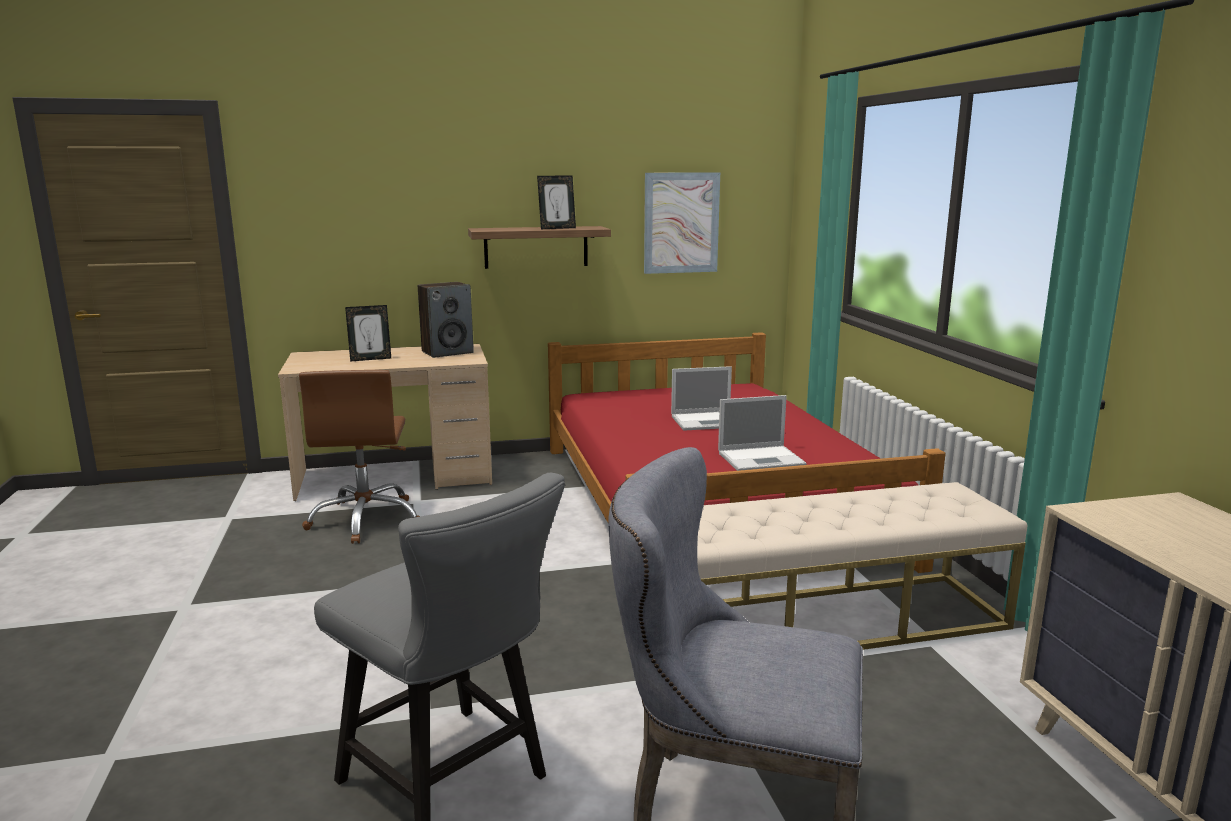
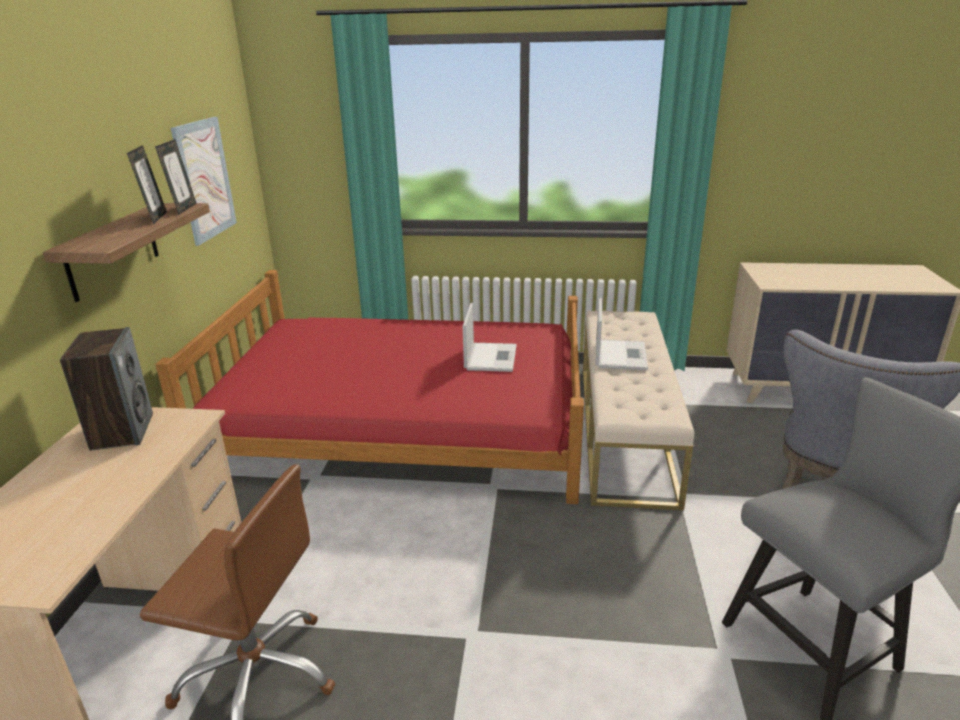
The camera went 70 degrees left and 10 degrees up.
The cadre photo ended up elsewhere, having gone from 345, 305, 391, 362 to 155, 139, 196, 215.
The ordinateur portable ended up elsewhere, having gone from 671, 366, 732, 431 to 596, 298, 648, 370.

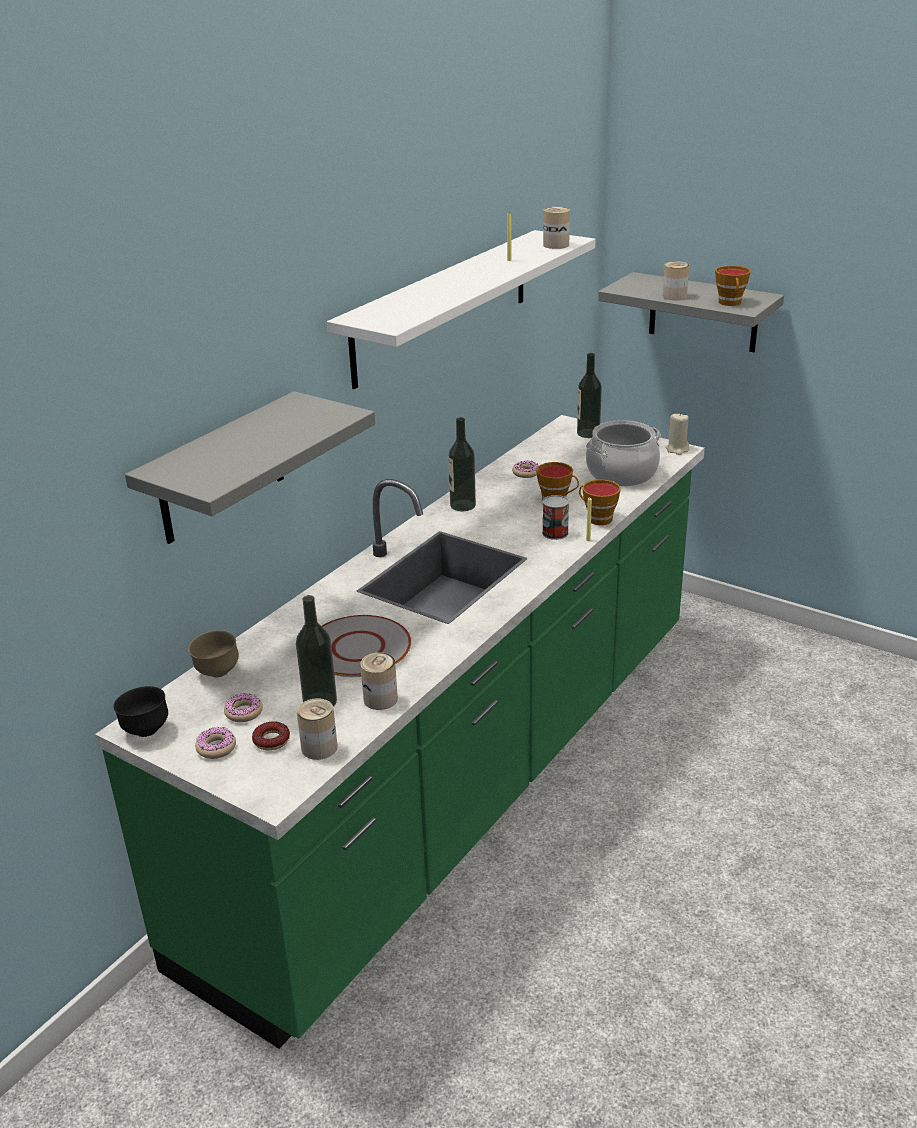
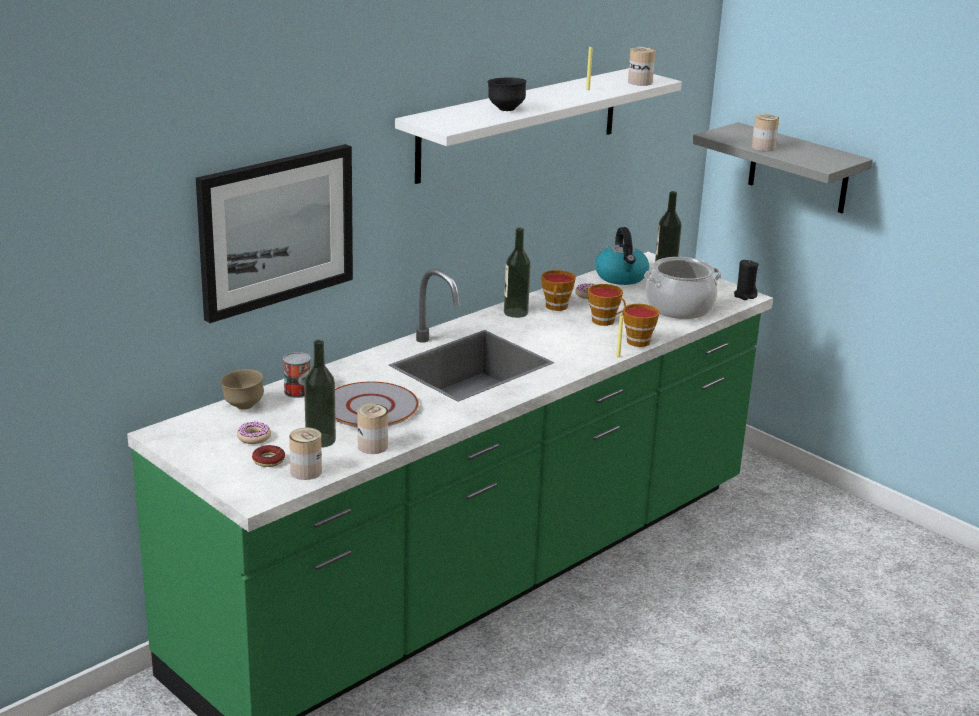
The camera went 10 degrees right and 5 degrees down.
Where the étagère (gris) hung at 125, 391, 375, 544, the tableau came to hang at 196, 144, 353, 323.
The boîte métallique ended up elsewhere, having gone from 542, 495, 569, 540 to 283, 352, 311, 398.
The bol (noir) ended up elsewhere, having gone from 113, 686, 168, 737 to 488, 78, 526, 111.
The tasse ended up elsewhere, having gone from 715, 265, 751, 306 to 541, 270, 576, 311.
The second view gained the bouilloire at 595, 227, 649, 285.
What was the bougie (beige) at 666, 413, 690, 455 turned into the bougie (noir) at 734, 259, 758, 300.
The second view lost the beignet at 195, 727, 236, 759.

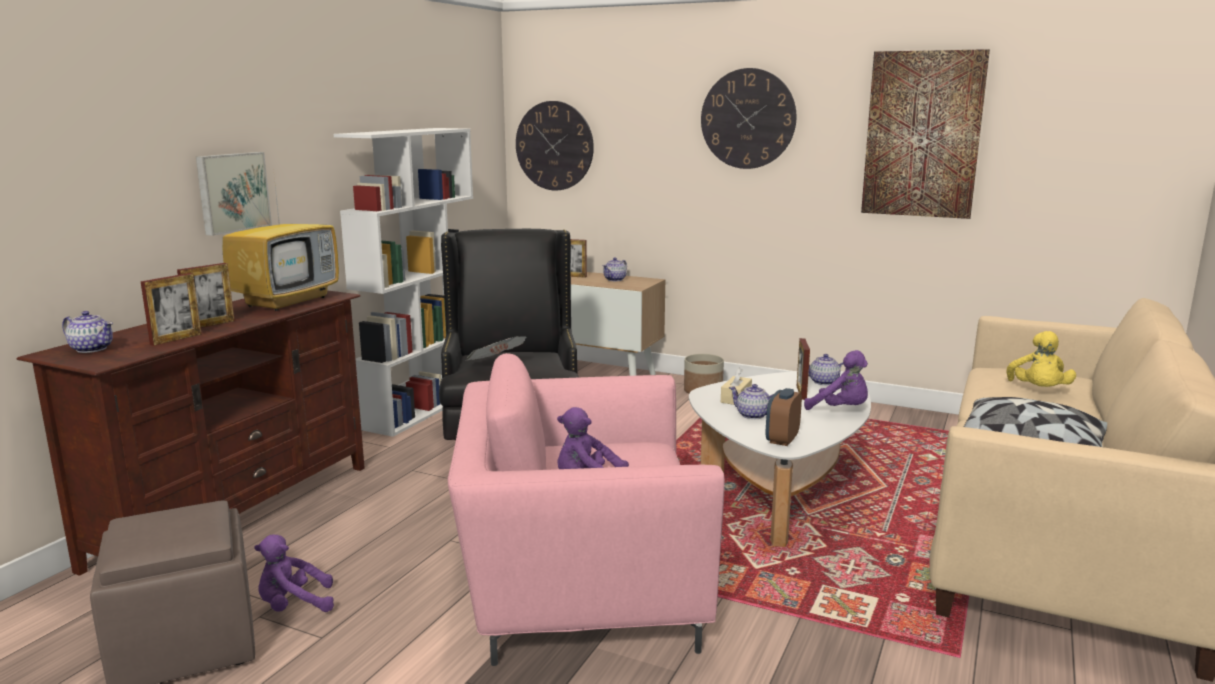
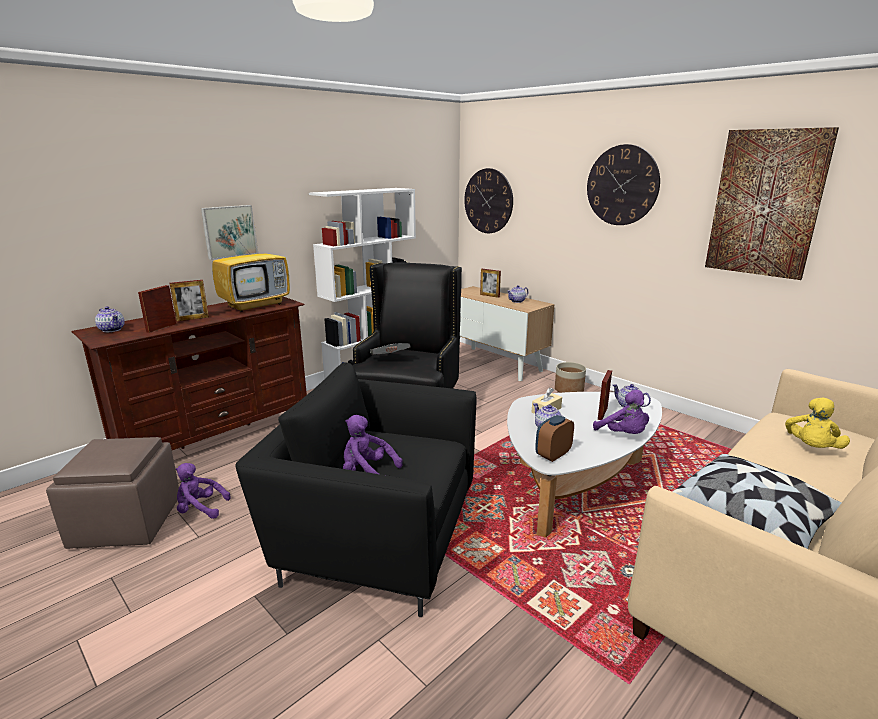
The camera went 20 degrees right and 5 degrees up.
The cadre photo at 140, 273, 201, 346 ended up facing another way, 150 degrees clockwise from before.
What was the fauteuil (rose) at 448, 353, 725, 666 turned into the fauteuil (noir) at 235, 362, 476, 617.

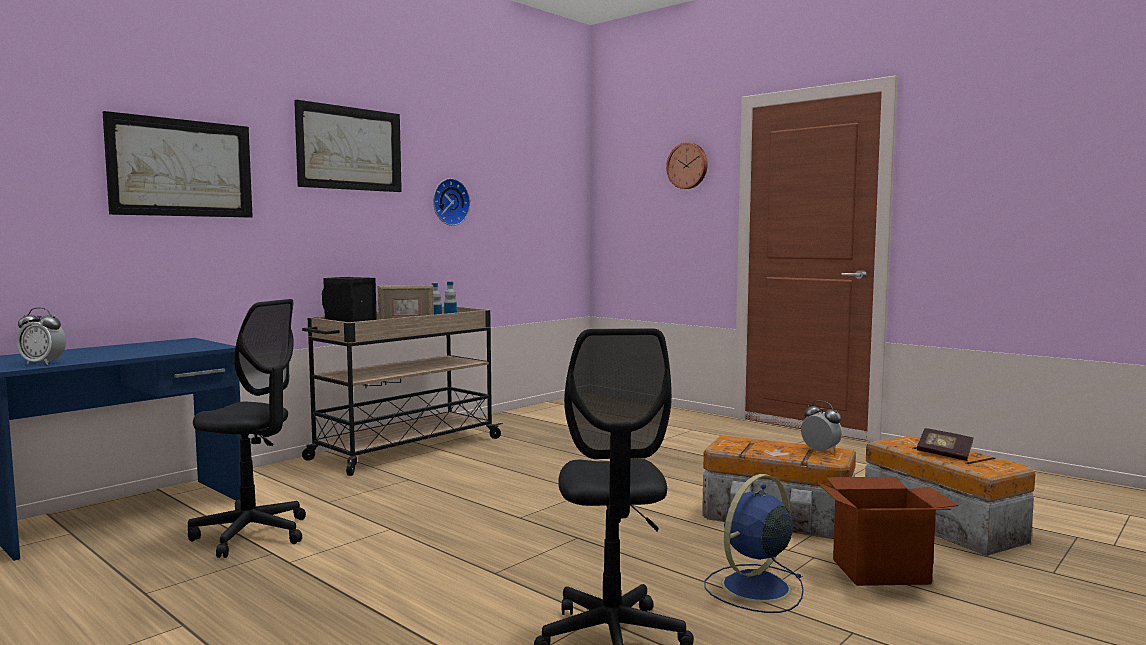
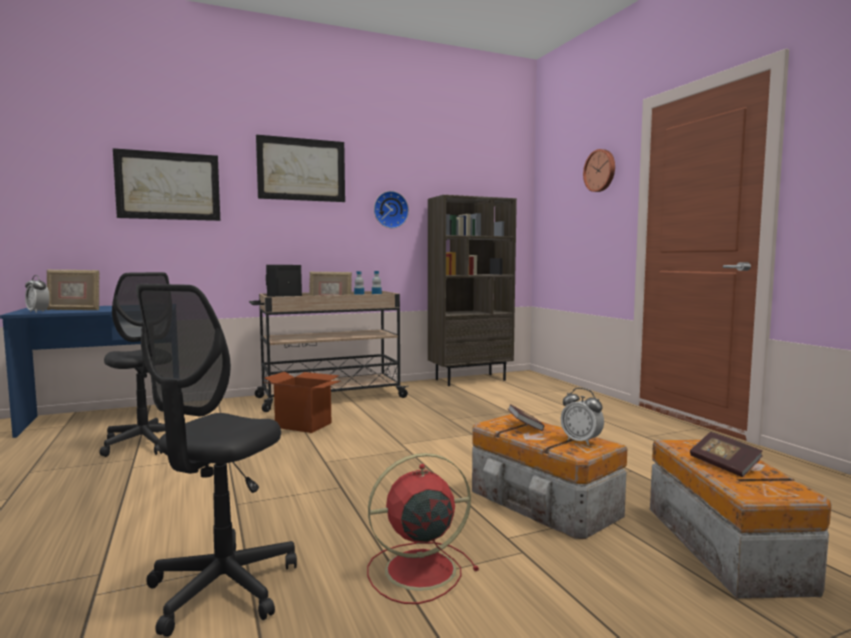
The camera went 25 degrees right and 0 degrees up.
The second view gained the cadre photo at 47, 269, 99, 310.
The carton ended up elsewhere, having gone from 816, 477, 959, 586 to 264, 372, 340, 433.
What was the ventilateur (bleu) at 704, 474, 804, 613 turned into the ventilateur (rouge) at 367, 453, 479, 604.
The second view gained the bibliothèque (marron) at 428, 195, 517, 386.
The second view gained the livre at 508, 404, 544, 431.
The réveil at 801, 401, 842, 453 ended up facing another way, 150 degrees clockwise from before.

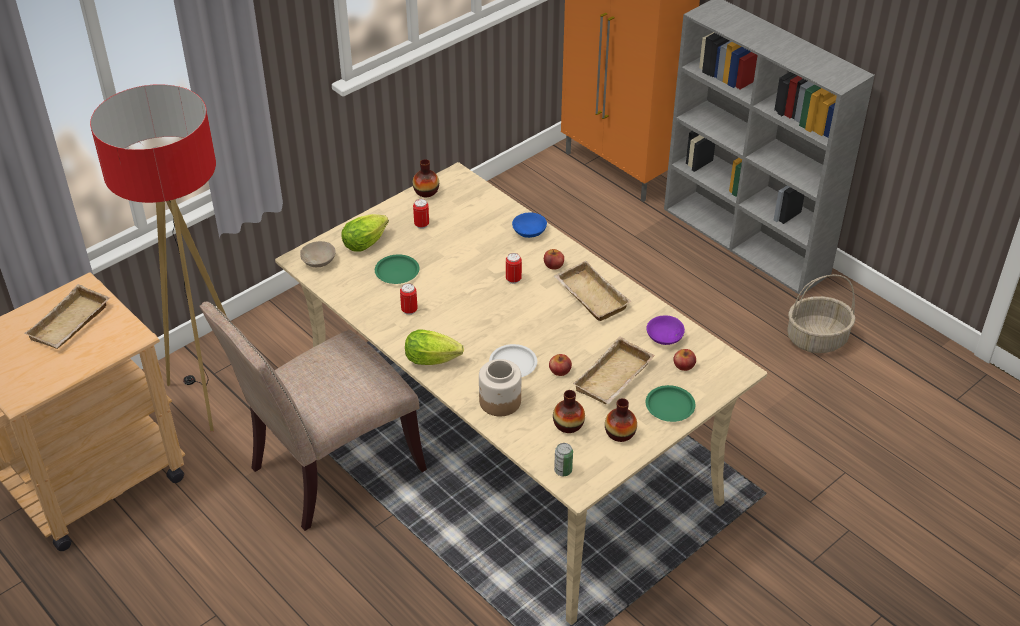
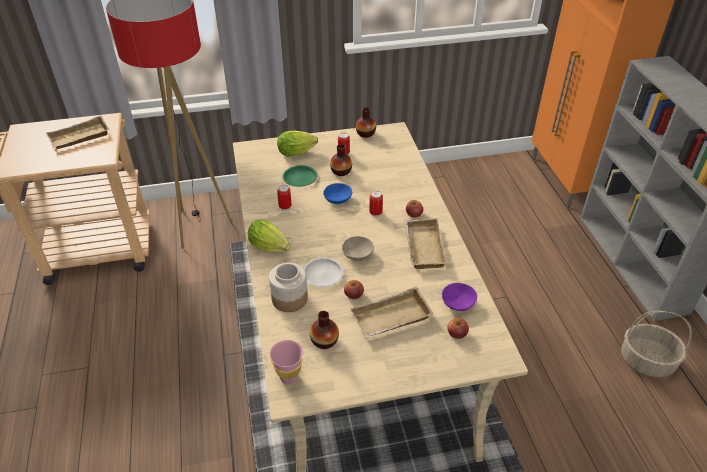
The camera went 30 degrees right and 0 degrees up.
Where the boîte métallique stood at 554, 443, 573, 476, the tasse (rose) came to stand at 270, 340, 303, 384.
The bol (bleu) ended up elsewhere, having gone from 512, 213, 547, 238 to 323, 183, 352, 204.
The vase ended up elsewhere, having gone from 605, 398, 637, 442 to 330, 144, 352, 176.
The bol (beige) ended up elsewhere, having gone from 300, 241, 336, 267 to 342, 236, 374, 261.
The second view lost the chaise (beige) at 199, 301, 427, 531.
The second view lost the assiette (vert) at 646, 385, 696, 422.

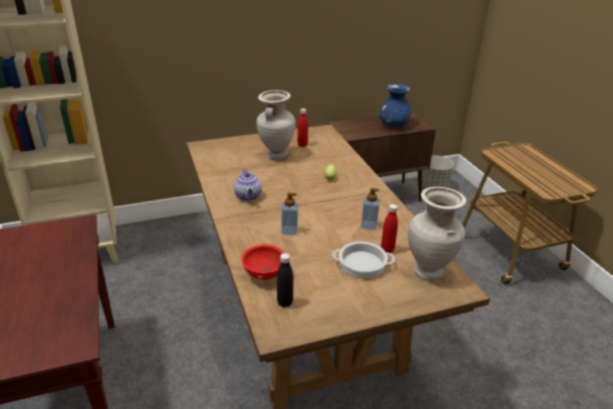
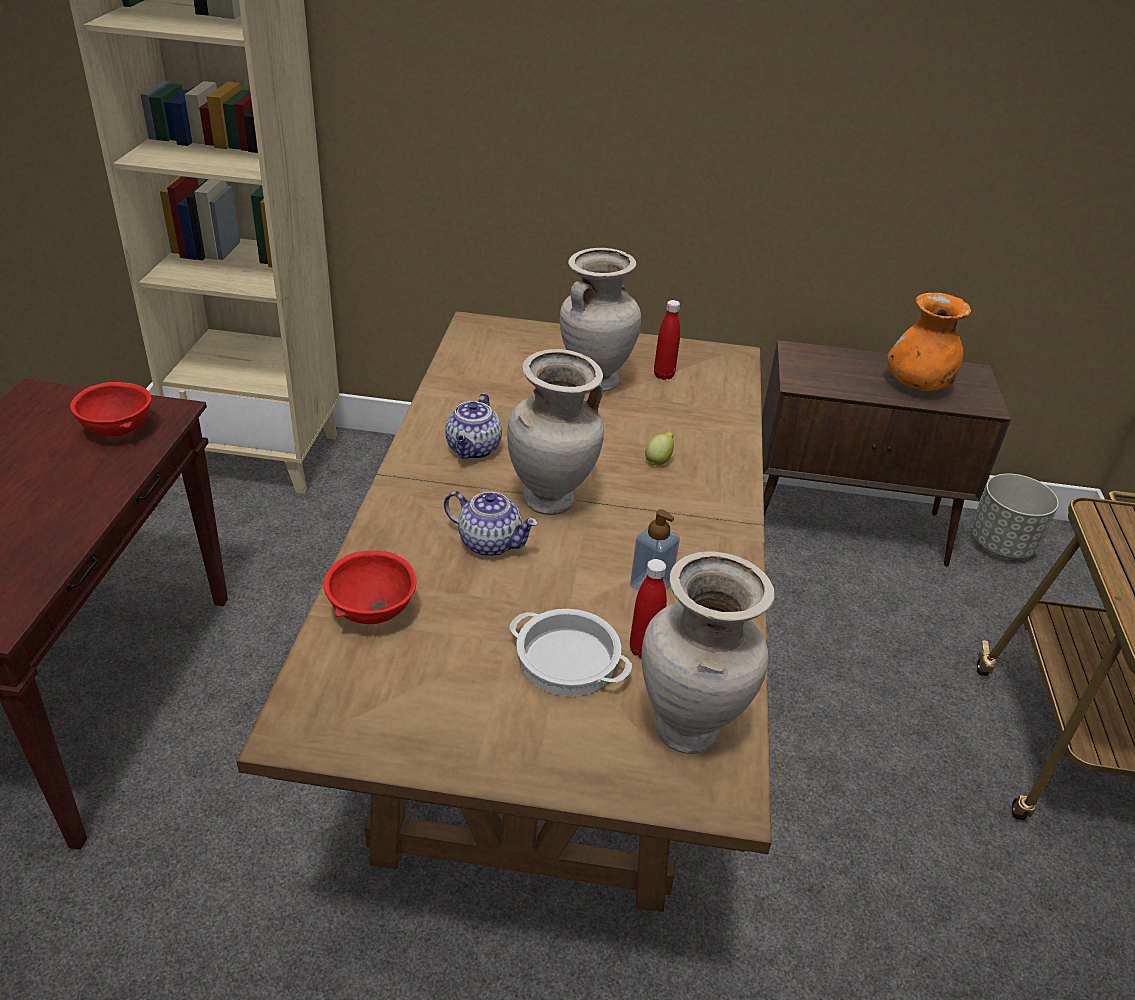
The camera went 25 degrees right and 5 degrees up.
The second view gained the bol (rouge) at 70, 382, 152, 437.
Where the distributeur de savon stood at 281, 192, 298, 235, the théière came to stand at 444, 491, 538, 557.
The second view gained the vase (beige) at 507, 349, 604, 515.
What was the vase (bleu) at 379, 84, 411, 127 turned into the vase (orange) at 887, 293, 971, 391.
The second view lost the bouteille (noir) at 277, 253, 293, 307.

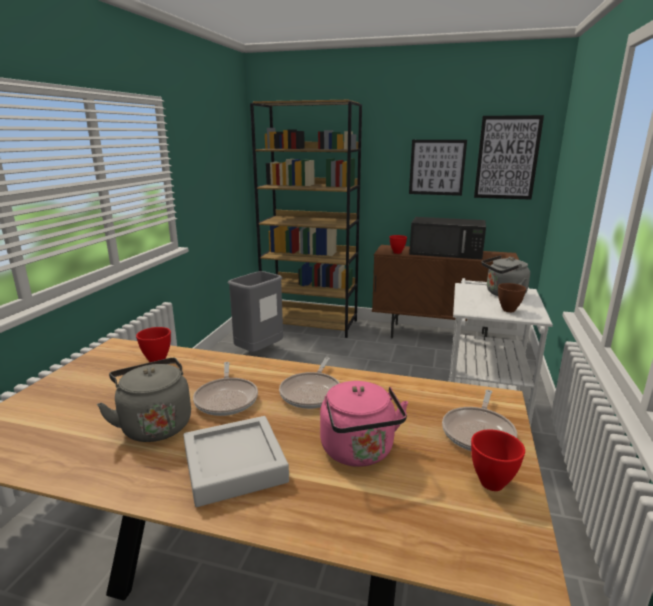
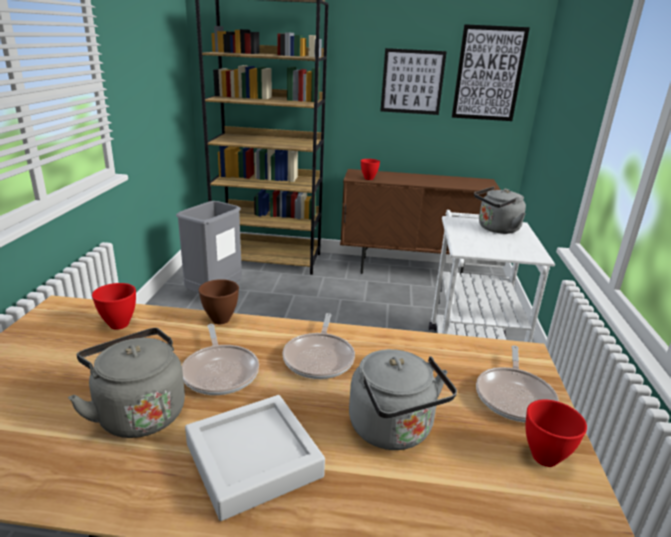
The camera went 10 degrees left and 5 degrees up.
The bol (marron) ended up elsewhere, having gone from 498, 283, 526, 312 to 199, 279, 239, 324.
What was the bouilloire (rose) at 320, 381, 408, 467 turned into the bouilloire (gris) at 349, 349, 457, 450.
The second view lost the micro-ondes (noir) at 409, 217, 486, 260.

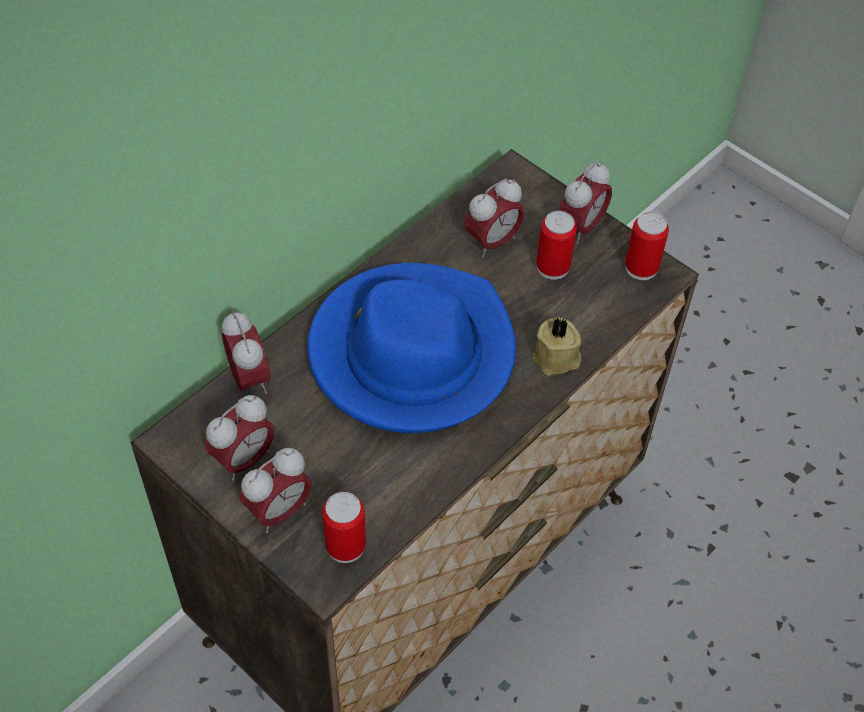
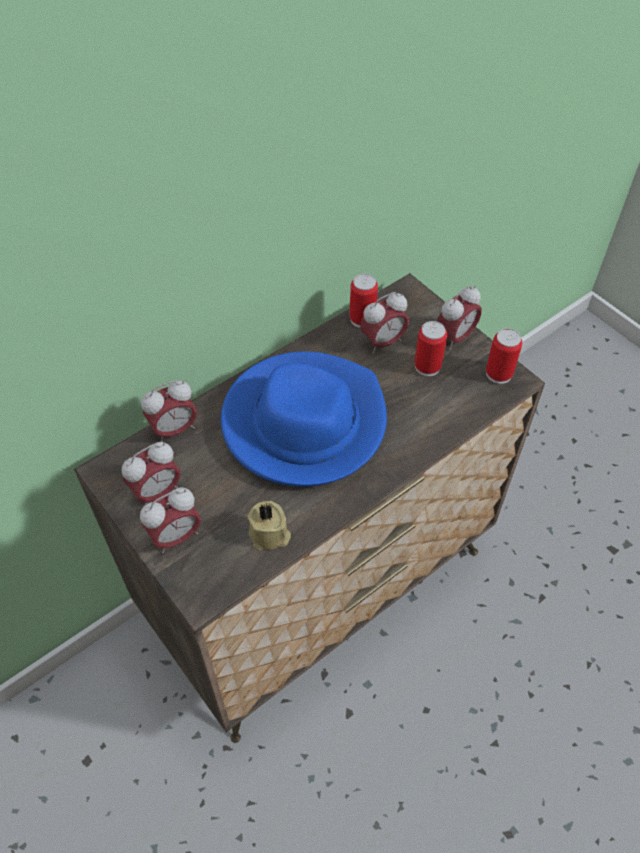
The camera went 10 degrees right and 0 degrees up.
The réveil at 222, 311, 271, 394 ended up facing another way, 75 degrees clockwise from before.
The bougie (beige) ended up elsewhere, having gone from 532, 317, 581, 376 to 248, 501, 291, 550.
The boîte métallique ended up elsewhere, having gone from 322, 492, 366, 563 to 349, 273, 378, 328.

